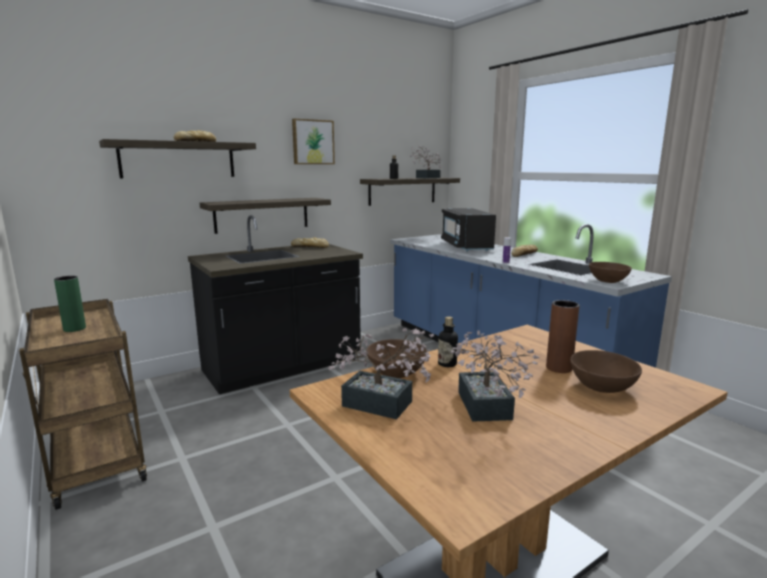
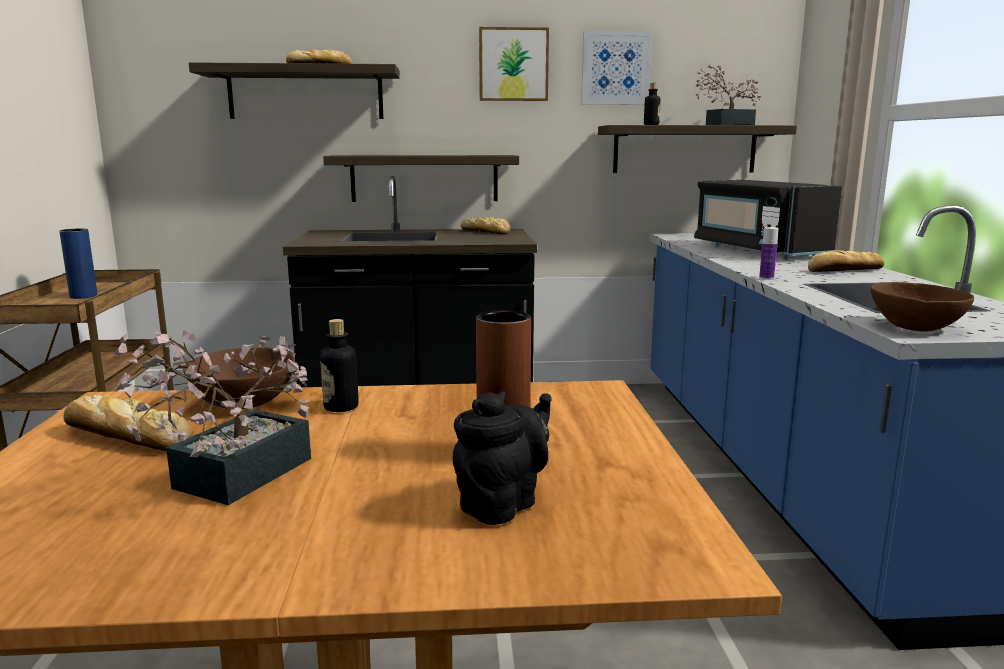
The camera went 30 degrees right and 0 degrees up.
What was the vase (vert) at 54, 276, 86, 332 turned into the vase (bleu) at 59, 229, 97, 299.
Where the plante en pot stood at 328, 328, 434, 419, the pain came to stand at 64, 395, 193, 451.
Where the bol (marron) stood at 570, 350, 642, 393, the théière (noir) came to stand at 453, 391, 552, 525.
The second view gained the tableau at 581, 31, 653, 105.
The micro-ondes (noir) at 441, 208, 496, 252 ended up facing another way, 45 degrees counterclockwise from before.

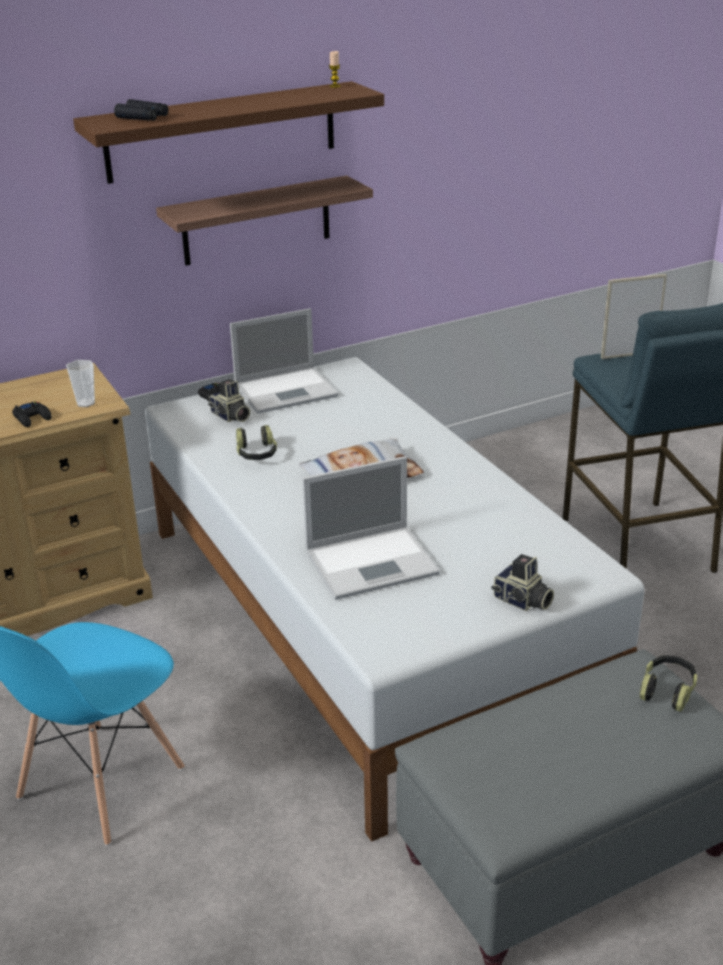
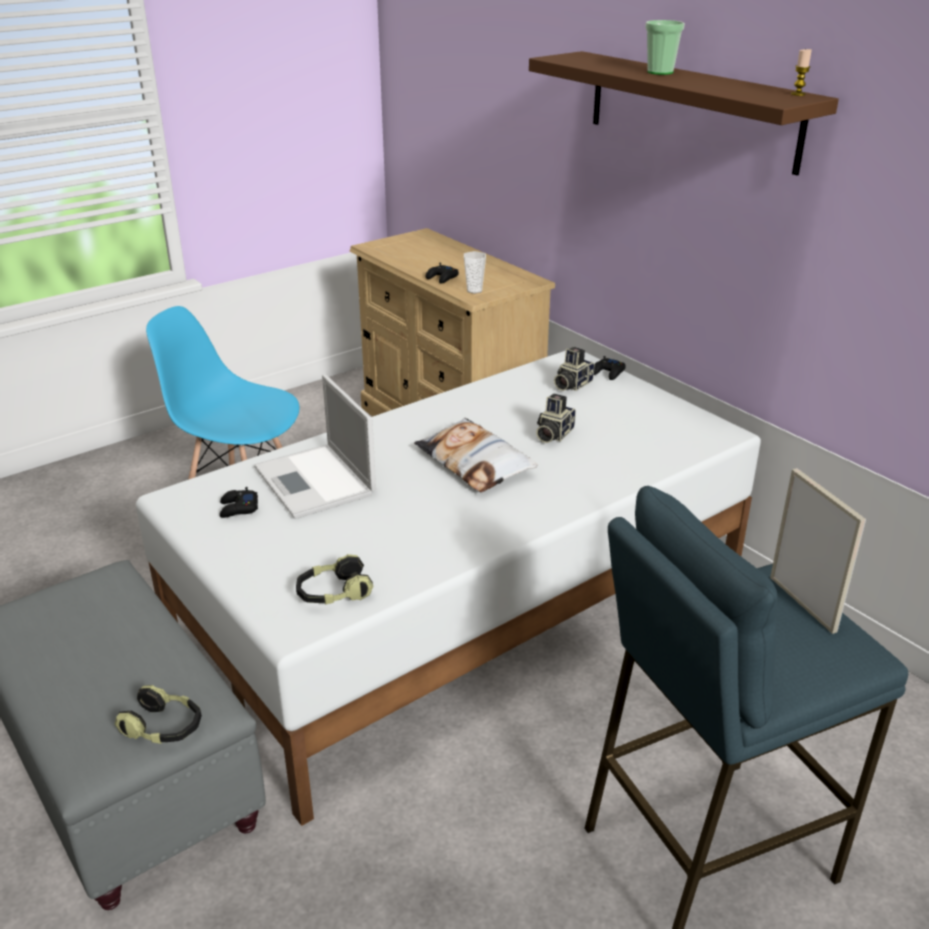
The camera went 80 degrees right and 0 degrees up.
The second view gained the manette (noir) at 220, 487, 258, 518.
The casque audio ended up elsewhere, having gone from 236, 425, 277, 460 to 296, 554, 374, 605.
The appareil photo ended up elsewhere, having gone from 491, 554, 554, 611 to 536, 394, 576, 443.
The second view gained the tasse at 645, 20, 685, 75.
The second view lost the jumelles (noir) at 114, 99, 168, 120.
The second view lost the étagère at 156, 175, 373, 266.
The second view lost the ordinateur portable at 230, 308, 339, 414.

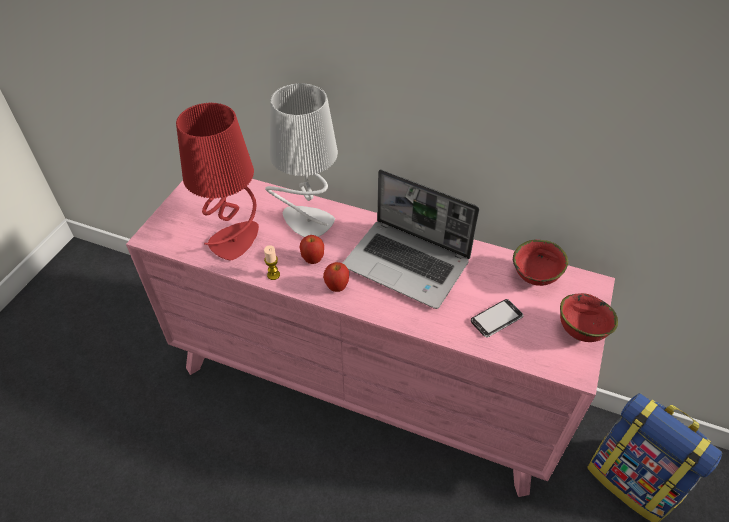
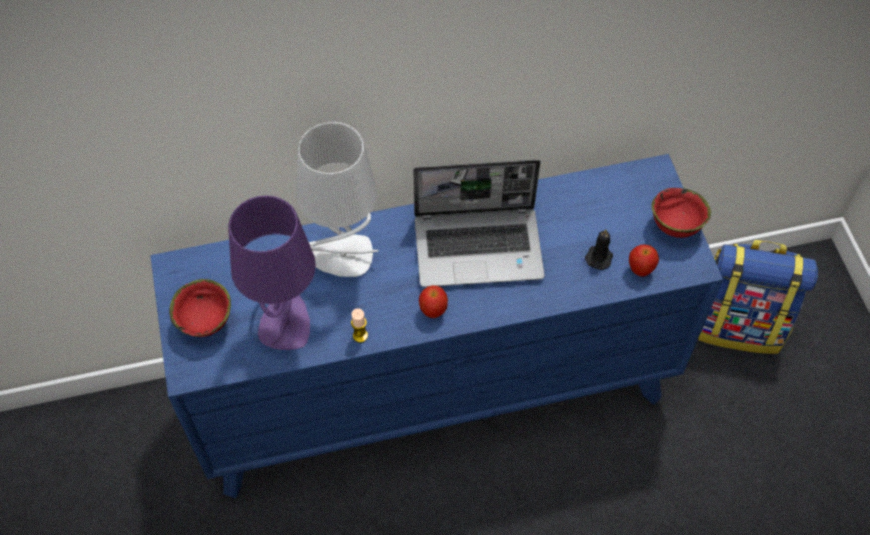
The camera went 35 degrees left and 10 degrees up.
What was the commode (rose) at 126, 179, 615, 497 turned into the commode (bleu) at 150, 154, 723, 498.
The bol (rouge) ended up elsewhere, having gone from 513, 240, 568, 286 to 169, 279, 231, 337.
What was the lampe de table (rouge) at 176, 102, 259, 261 turned into the lampe de table (violet) at 228, 195, 316, 350.
Where the téléphone stood at 471, 299, 524, 338, the bougie (noir) came to stand at 585, 229, 613, 270.
The pomme ended up elsewhere, having gone from 300, 235, 324, 264 to 629, 244, 659, 277.

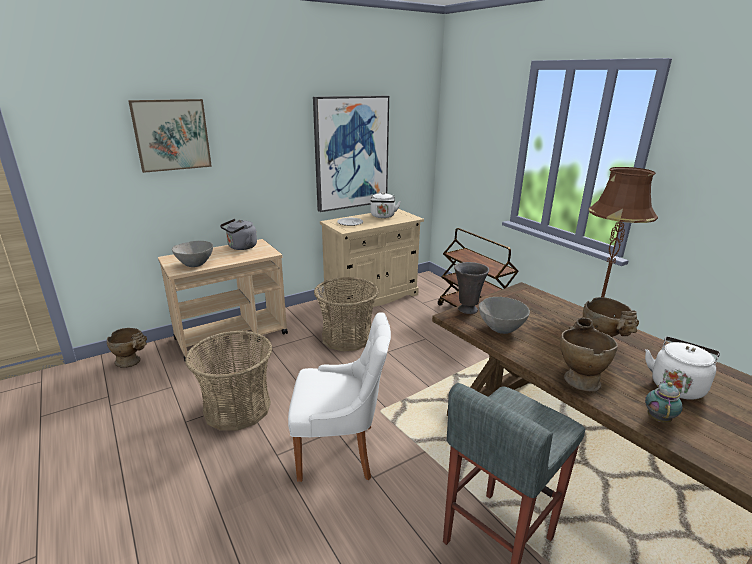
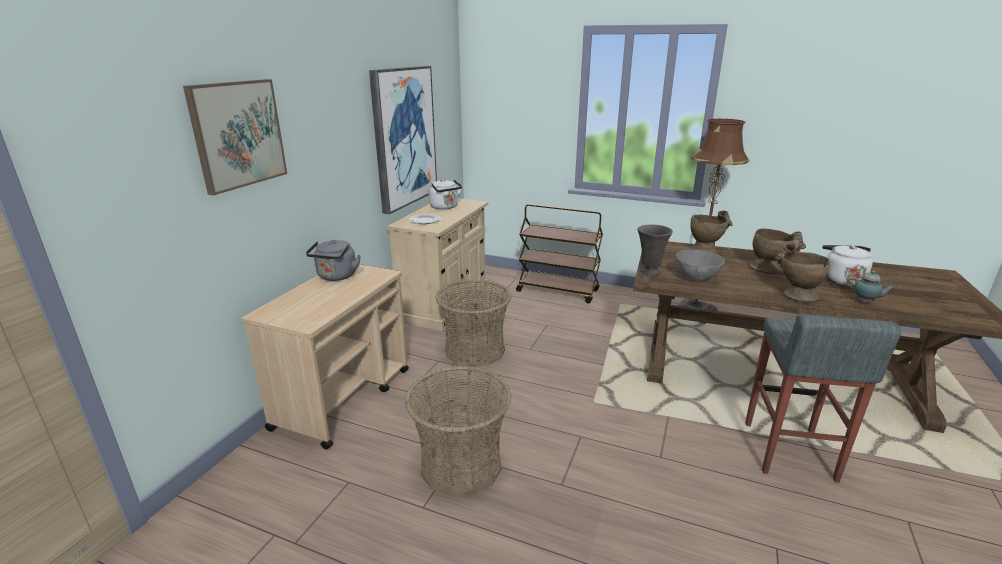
The camera went 35 degrees left and 0 degrees up.
The vase (beige) ended up elsewhere, having gone from 107, 328, 147, 368 to 690, 211, 733, 254.
The théière at 645, 381, 683, 423 ended up facing another way, 135 degrees clockwise from before.
The second view lost the bol (gris) at 172, 241, 213, 267.
The second view lost the chaise (blanc) at 288, 313, 391, 482.

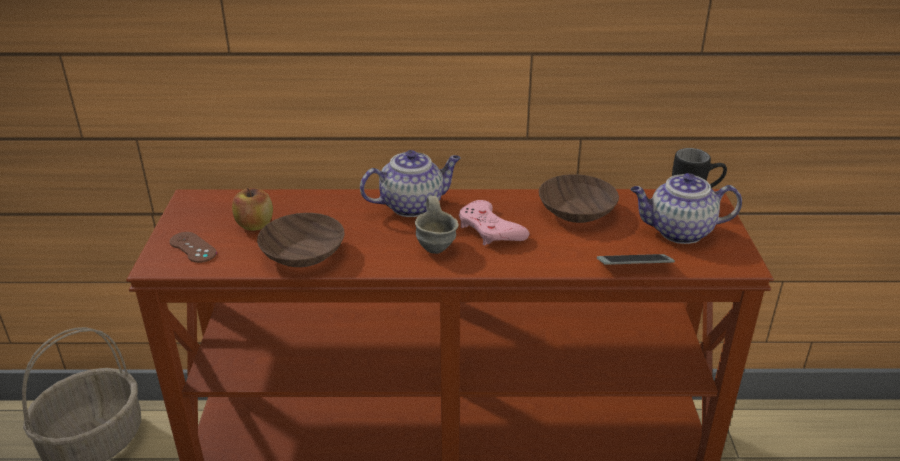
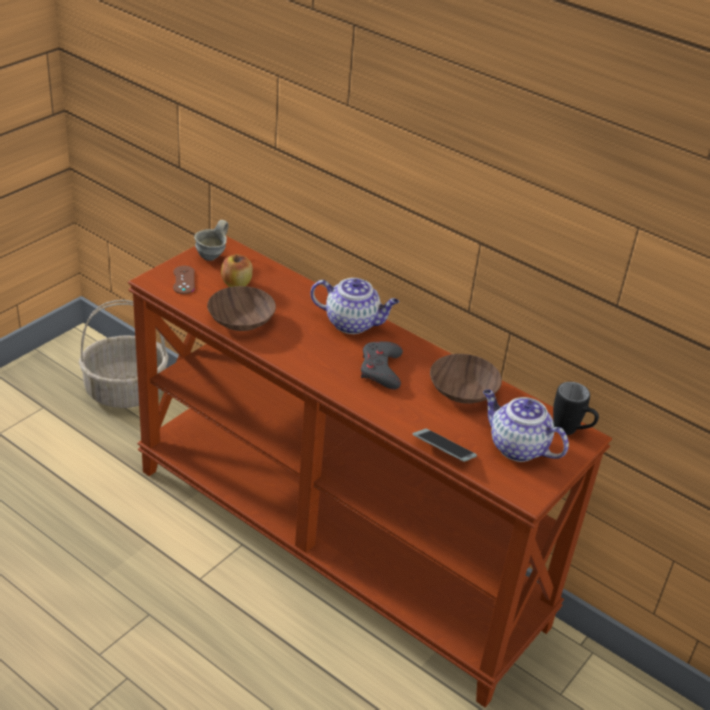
The camera went 35 degrees right and 5 degrees up.
The mug (gris) ended up elsewhere, having gone from 415, 196, 459, 254 to 194, 220, 229, 261.
What was the manette (rose) at 459, 200, 529, 245 turned into the manette (gris) at 361, 341, 403, 390.

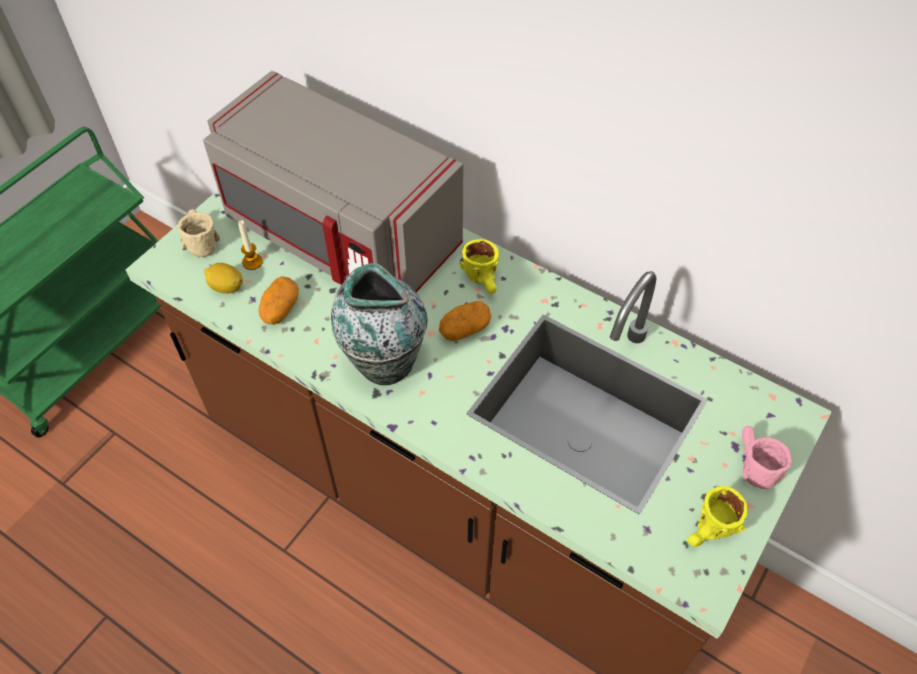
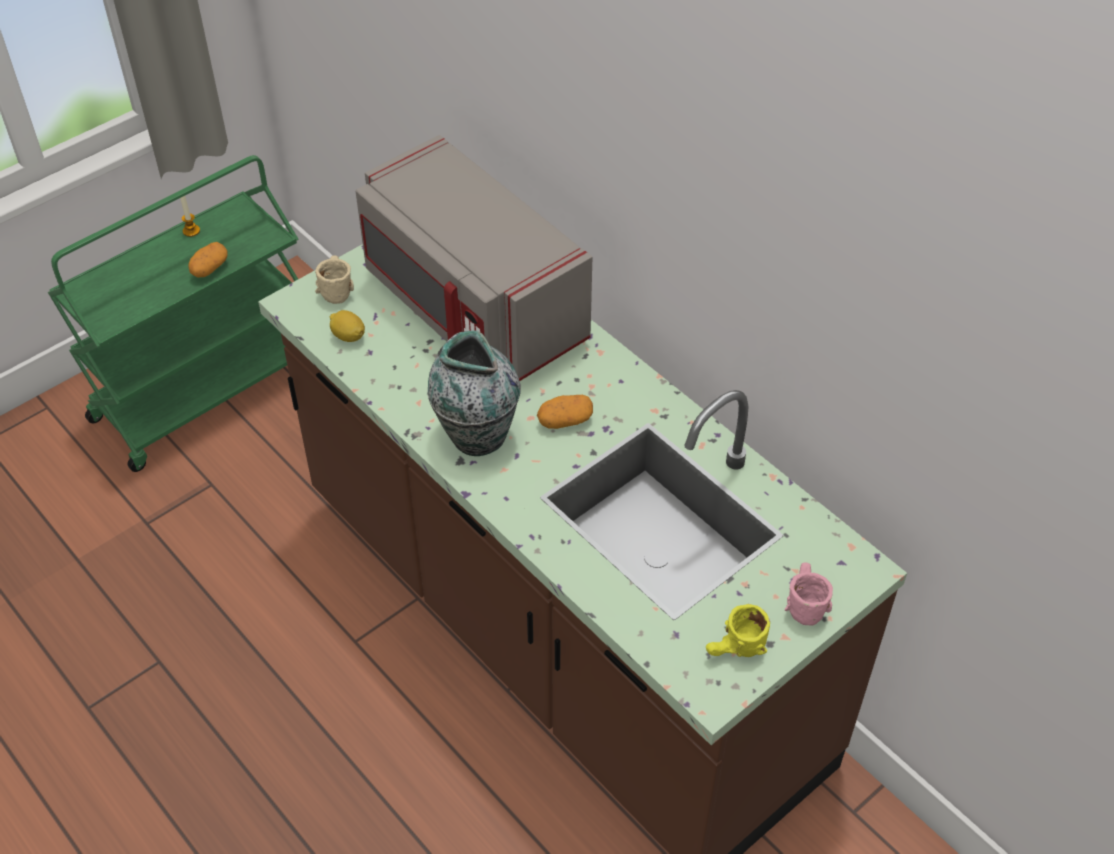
The camera went 15 degrees right and 5 degrees down.
The bougie ended up elsewhere, having gone from 238, 220, 263, 270 to 180, 196, 200, 237.
The pomme de terre ended up elsewhere, having gone from 259, 276, 299, 325 to 188, 242, 228, 278.
The second view lost the mug (jaune) at 460, 239, 499, 294.

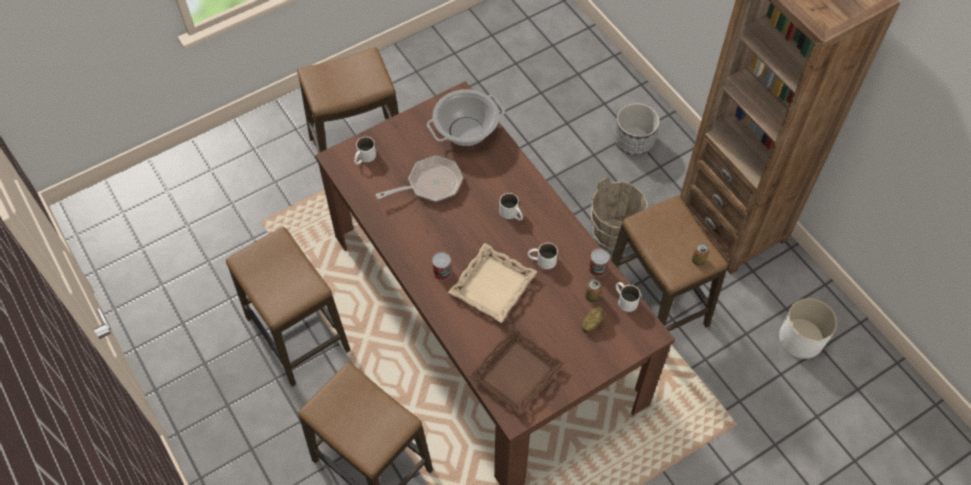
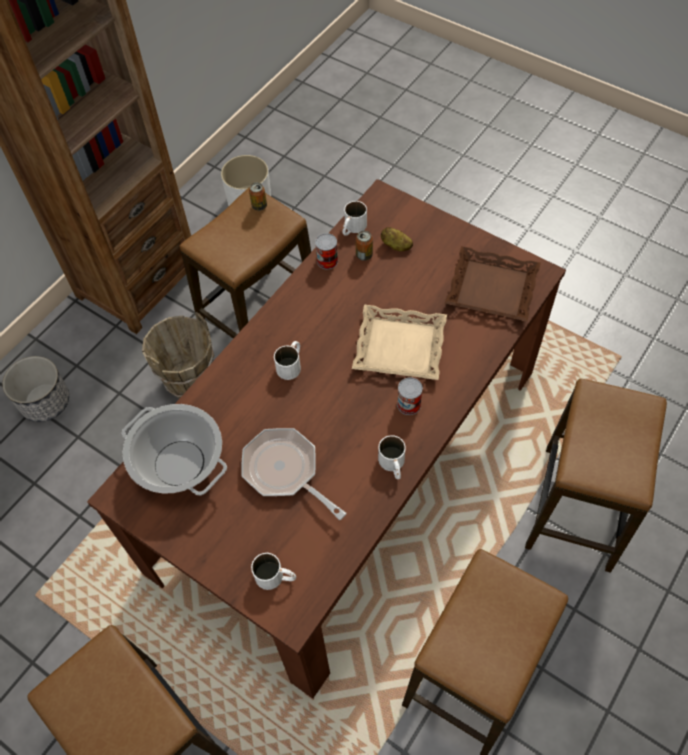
The camera went 110 degrees left and 0 degrees up.
The mug (blanc) ended up elsewhere, having gone from 528, 243, 558, 269 to 378, 435, 406, 479.

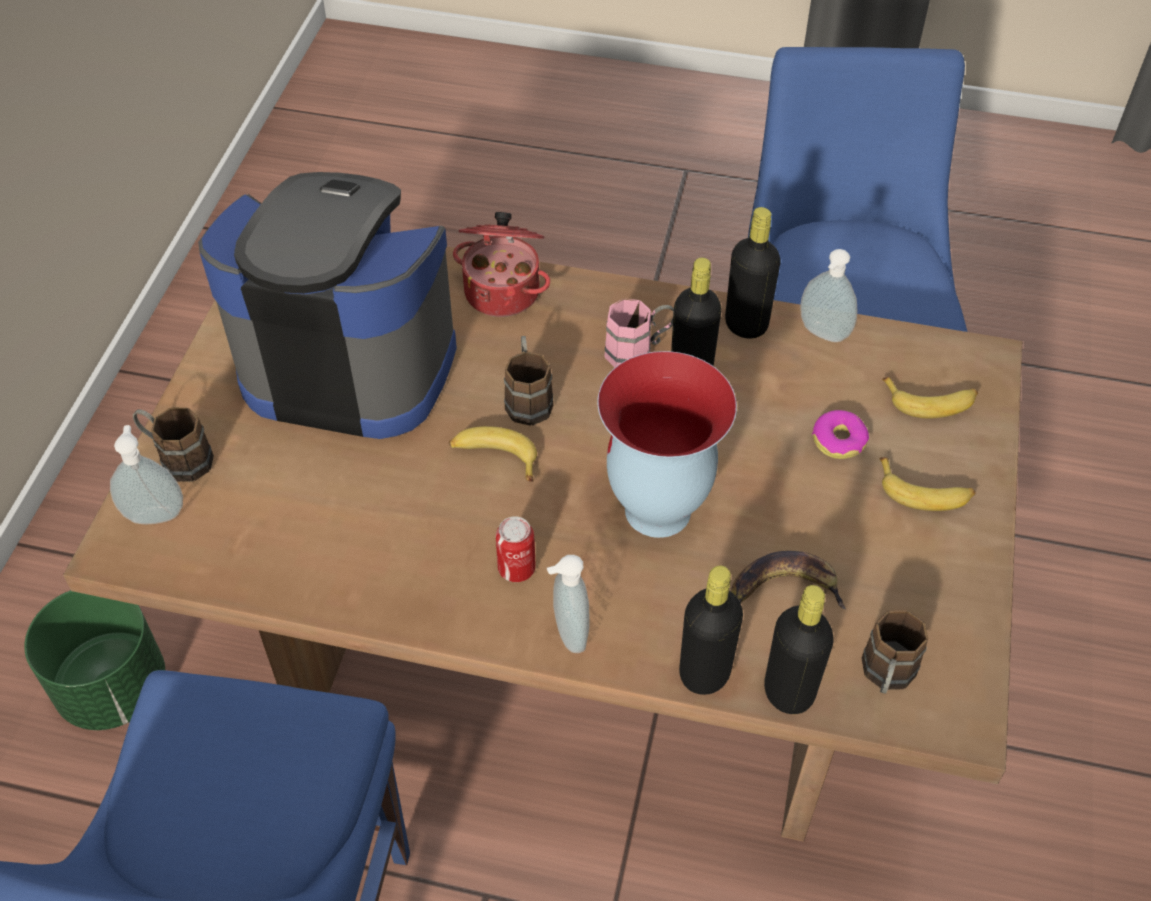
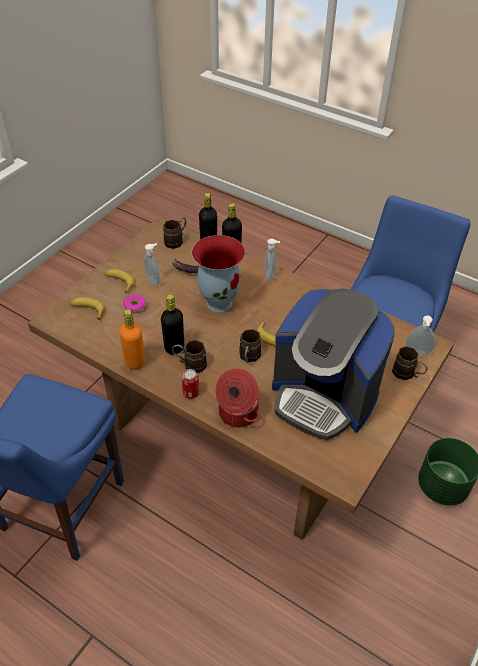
The camera went 160 degrees left and 5 degrees down.
What was the bouteille (noir) at 725, 207, 781, 339 turned into the bouteille (orange) at 120, 309, 145, 370.
The distributeur de savon ended up elsewhere, having gone from 800, 249, 858, 342 to 144, 243, 160, 286.
What was the mug (rose) at 604, 298, 674, 367 turned into the mug (marron) at 172, 340, 207, 373.
The boîte métallique ended up elsewhere, having gone from 496, 516, 536, 582 to 182, 369, 199, 399.

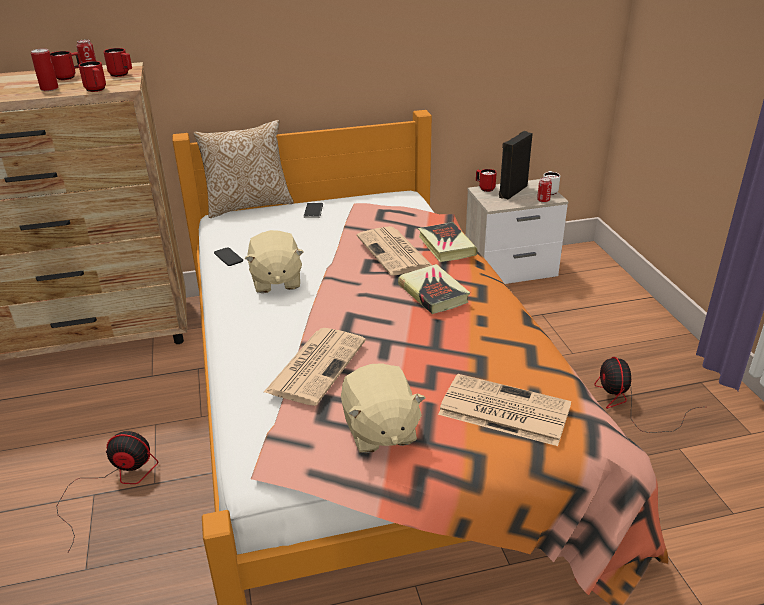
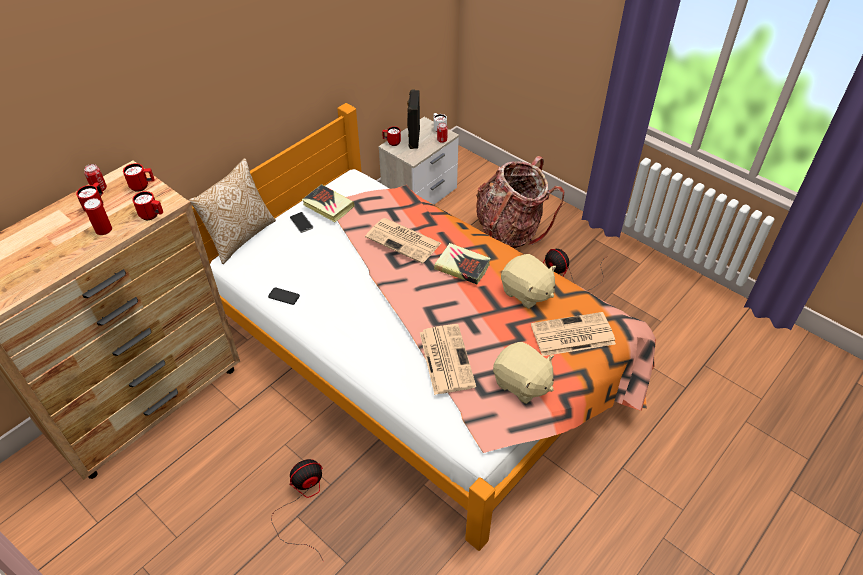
The camera went 35 degrees left and 15 degrees up.
The livre ended up elsewhere, having gone from 418, 222, 477, 262 to 302, 184, 355, 222.
The second view gained the sac à dos at 476, 156, 564, 248.
The peluche (beige) ended up elsewhere, having gone from 245, 230, 304, 293 to 501, 254, 556, 309.

